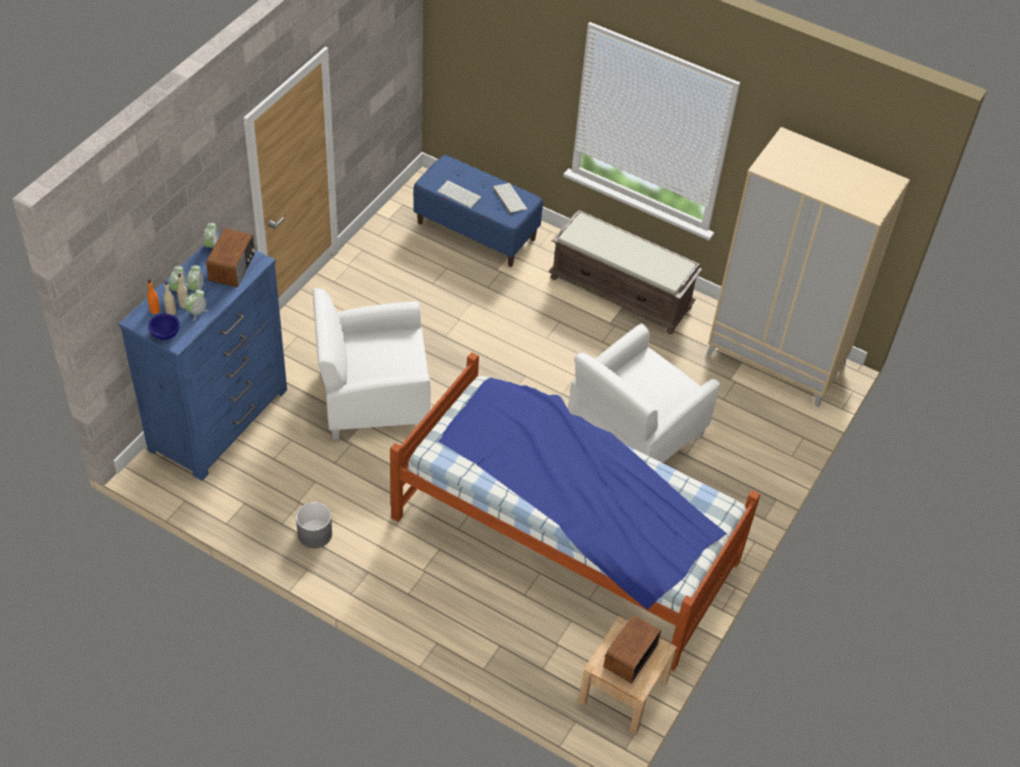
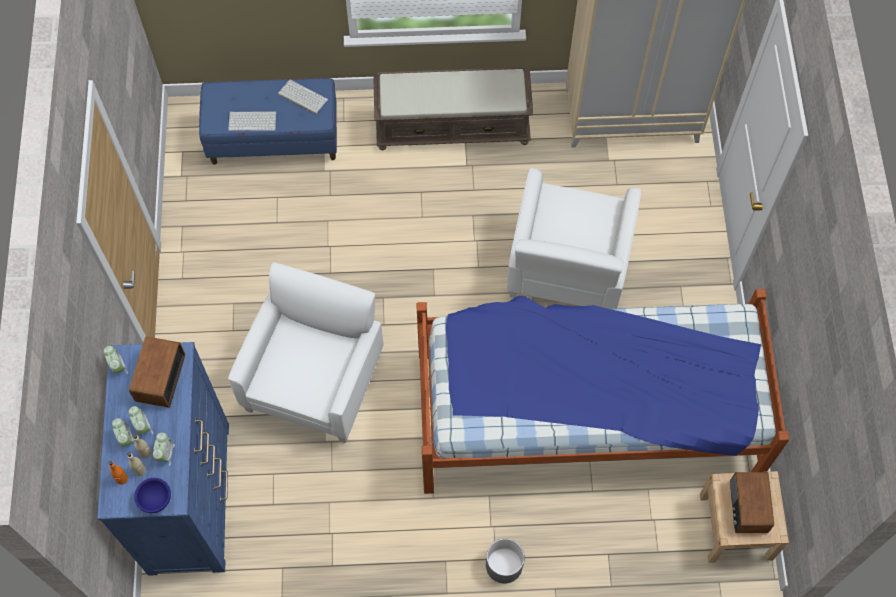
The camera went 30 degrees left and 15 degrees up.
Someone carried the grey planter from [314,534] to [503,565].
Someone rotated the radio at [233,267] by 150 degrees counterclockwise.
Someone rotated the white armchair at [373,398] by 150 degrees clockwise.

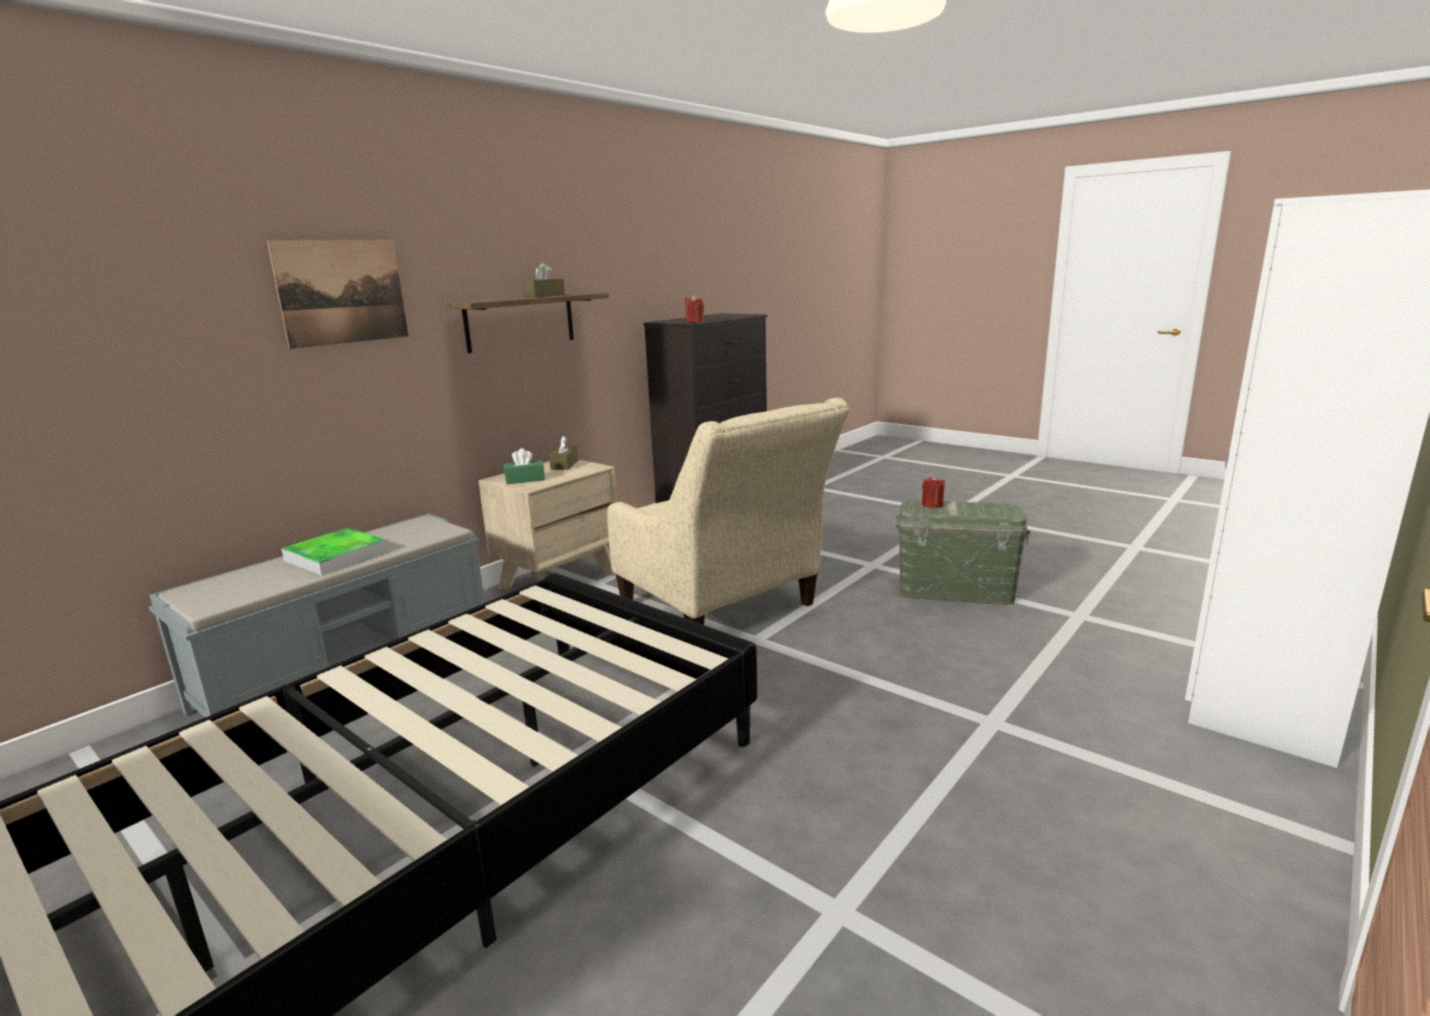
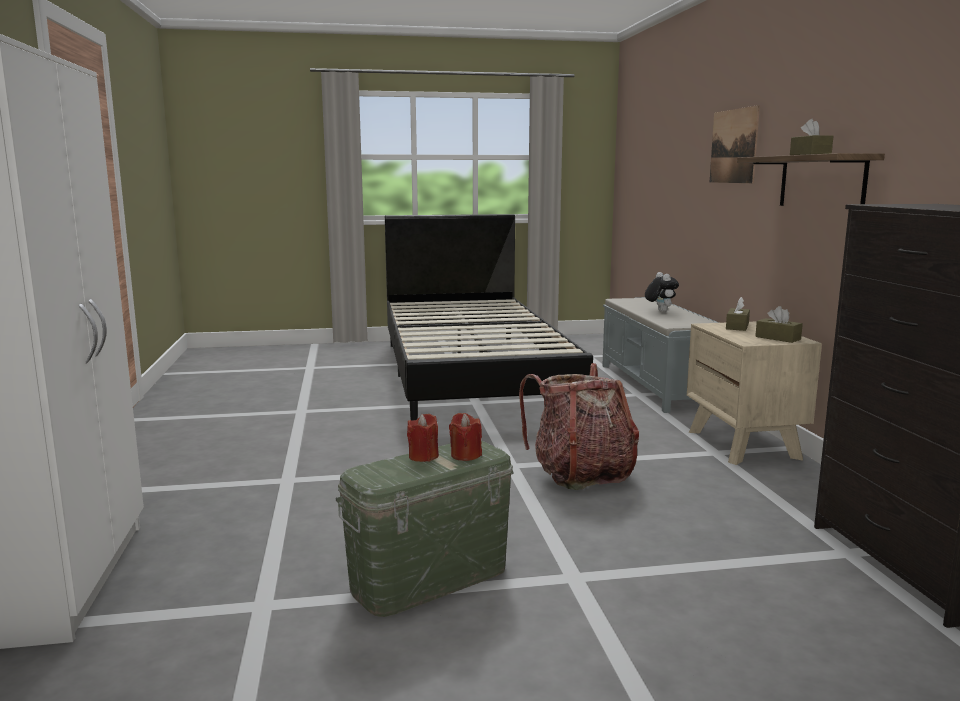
The camera went 130 degrees right and 5 degrees down.
Someone carried the red candle from [694,322] to [423,456].
Someone swapped the tray at [336,556] for the plush toy at [660,311].
Someone swapped the beige armchair at [725,609] for the backpack at [581,474].
Someone repainted the green tissue box at [525,479], which became the brown tissue box at [737,326].

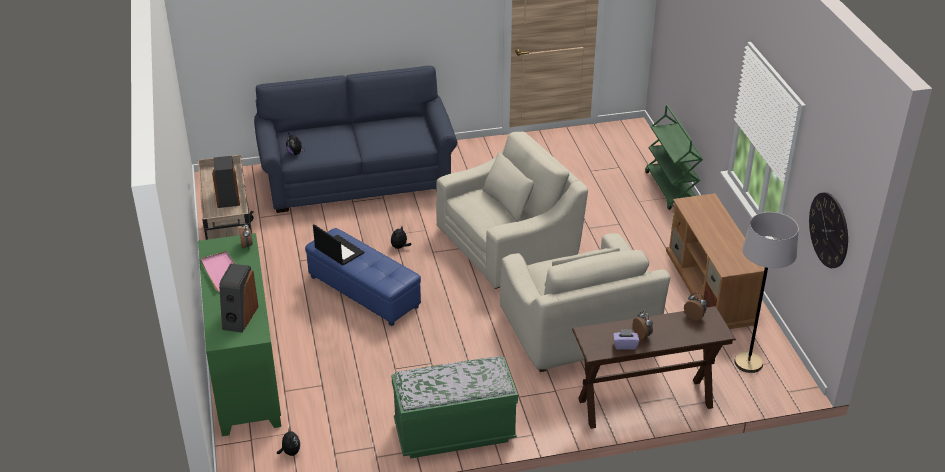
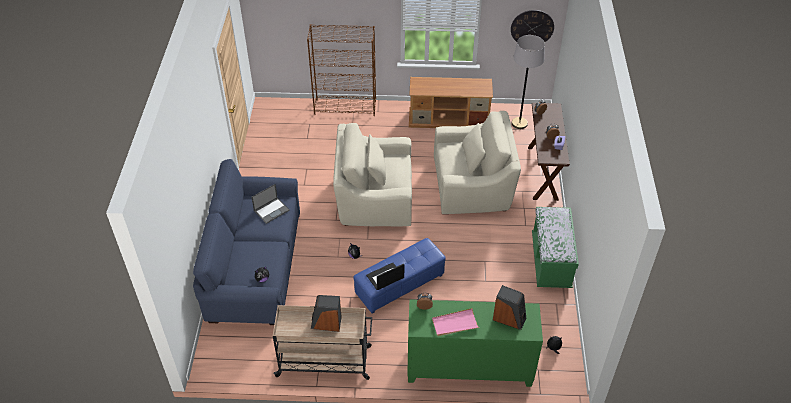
The camera went 75 degrees left and 10 degrees up.
Someone put down the laptop at [272,210].
Someone swapped the green cart at [671,189] for the brown bookcase at [345,107].
Someone rotated the beige armchair at [509,244] by 75 degrees counterclockwise.

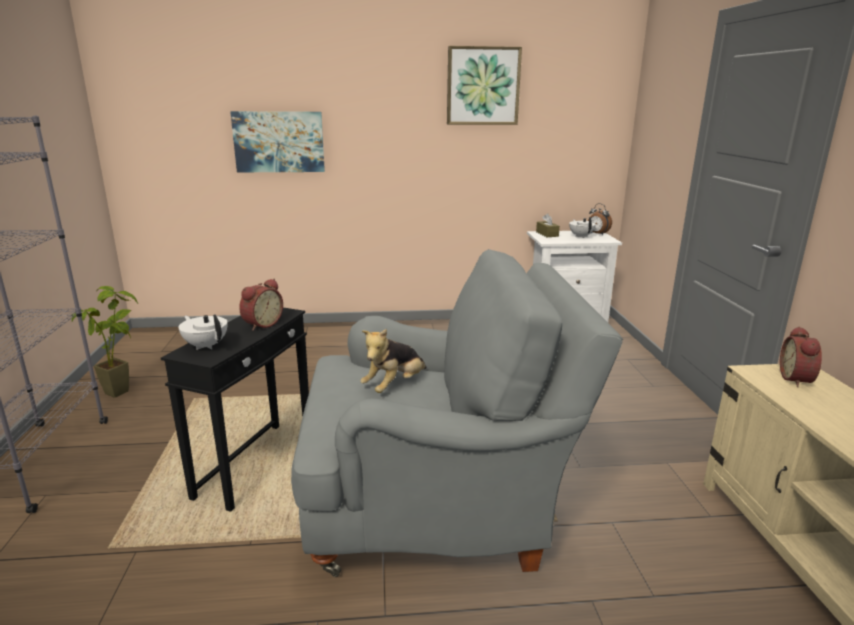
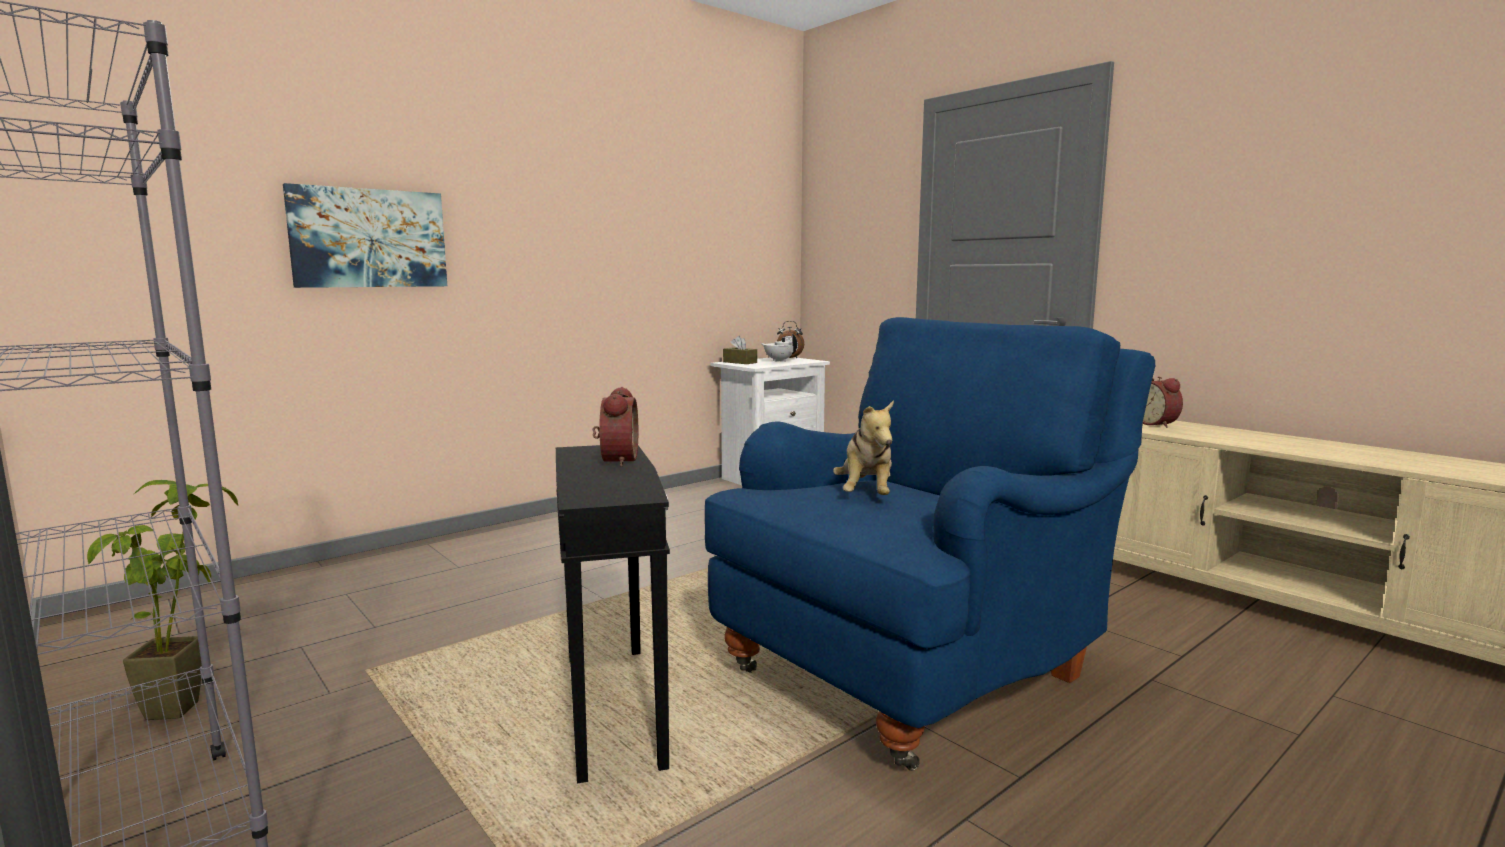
The camera went 35 degrees left and 10 degrees down.
Someone took away the white teapot at [206,346].
Someone took away the picture at [483,86].
Someone repainted the grey armchair at [436,513], which became the blue armchair at [916,670].

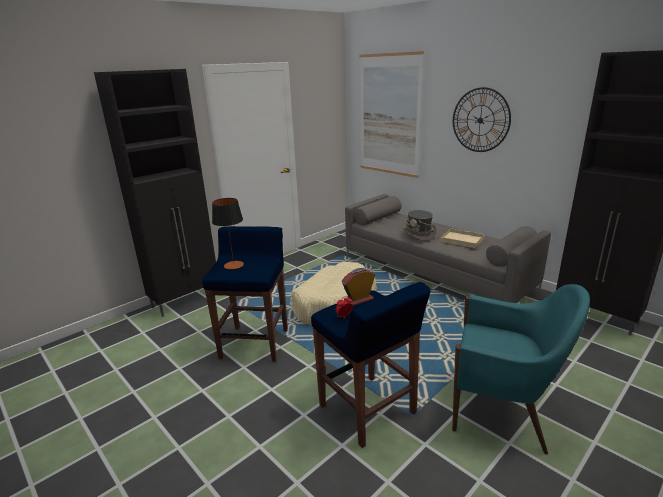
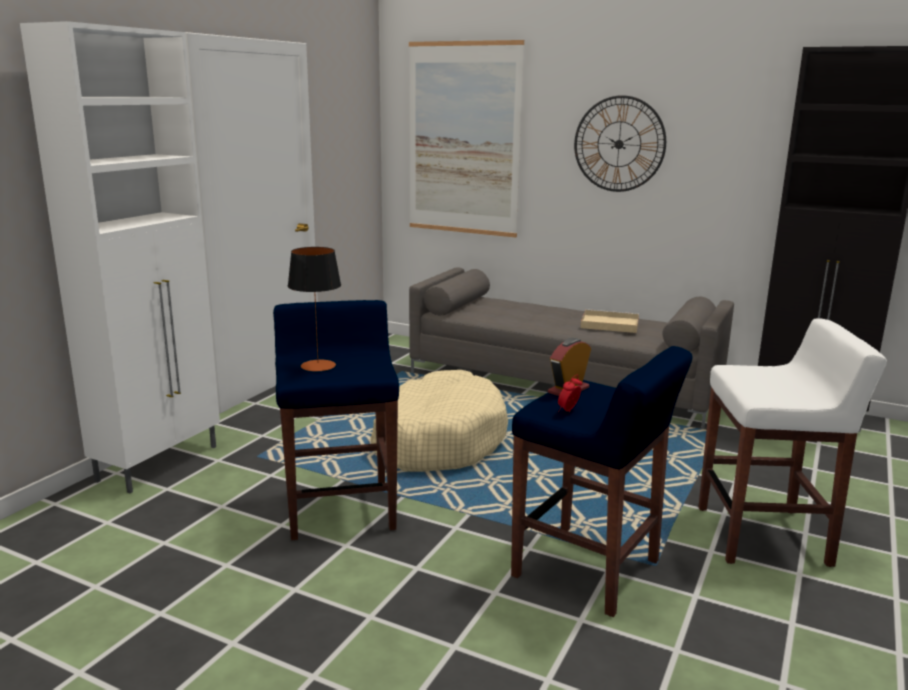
The camera went 20 degrees left and 5 degrees down.
Someone took away the grey hat at [419,234].
Someone swapped the turquoise armchair at [502,408] for the white stool at [765,536].
Someone repainted the black cabinet at [186,300], which became the white cabinet at [160,463].

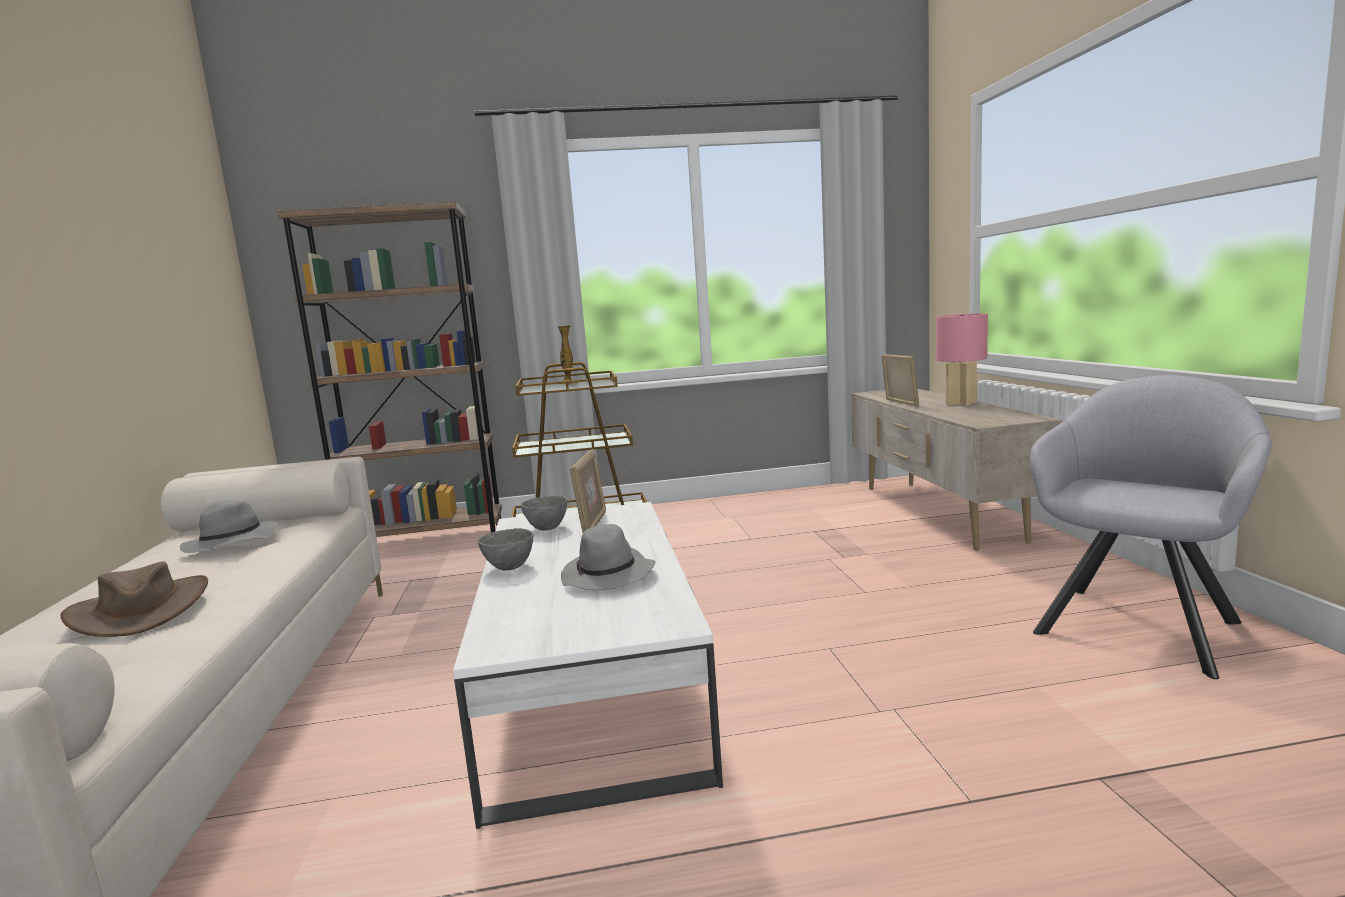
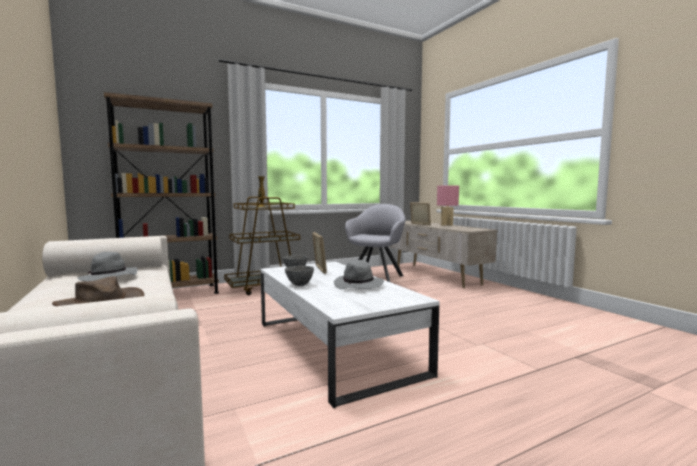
The camera went 20 degrees left and 5 degrees down.
Someone carried the grey armchair from [1140,623] to [377,277].

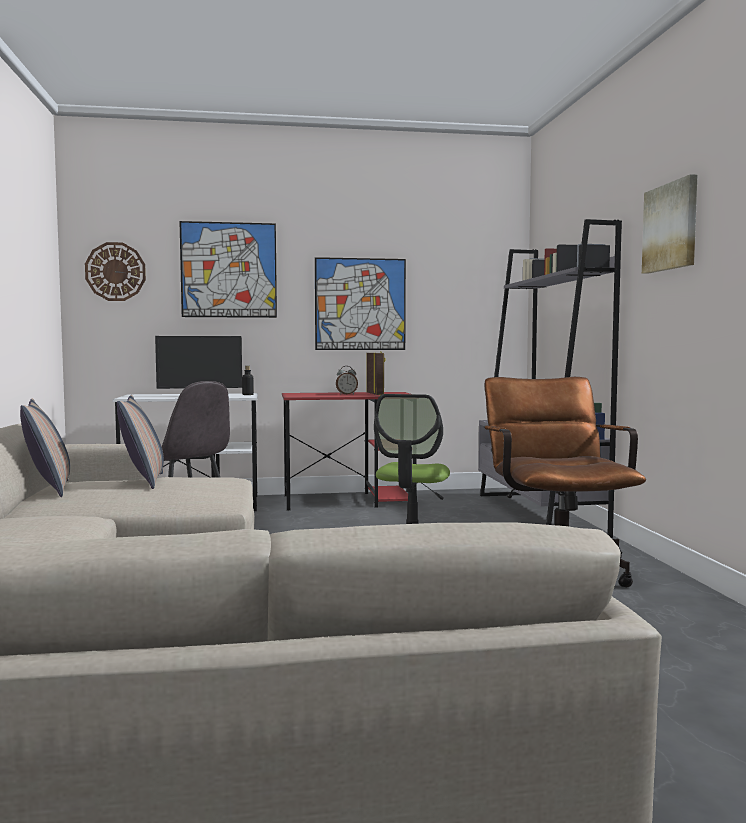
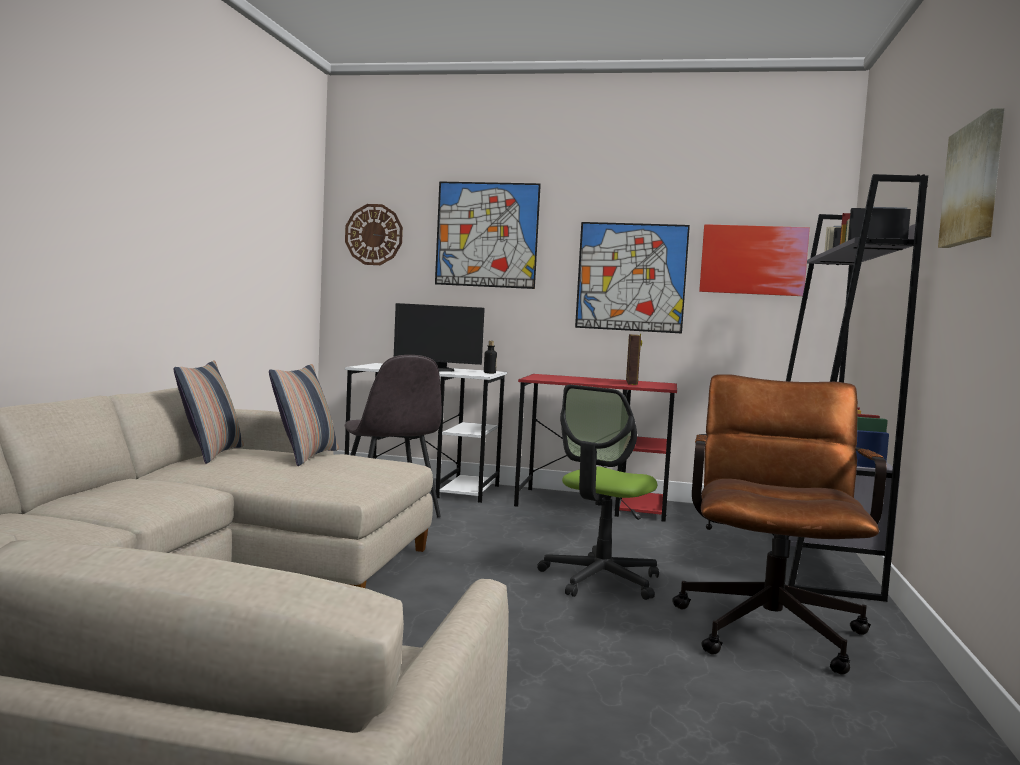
The camera went 20 degrees right and 0 degrees up.
Someone took away the alarm clock at [346,394].
Someone put up the picture at [753,260].

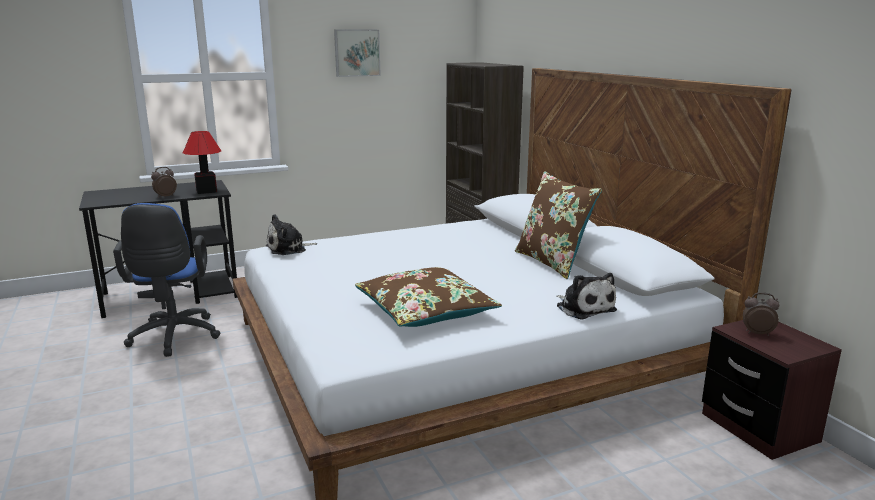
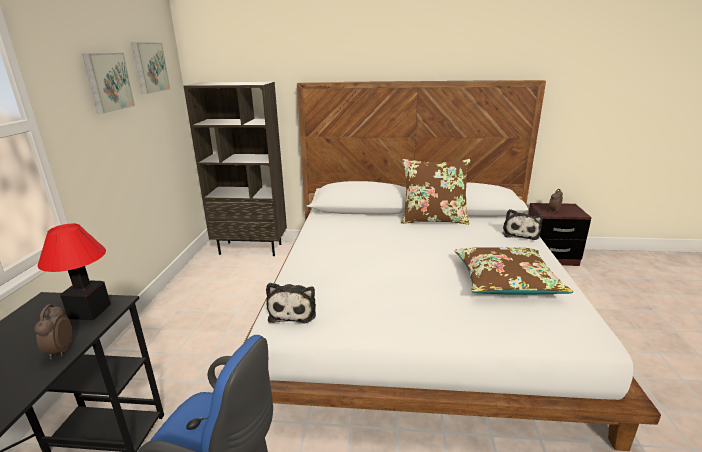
The camera went 60 degrees left and 5 degrees up.
Someone put up the picture at [149,67].
Someone rotated the plush toy at [584,308] by 105 degrees clockwise.

